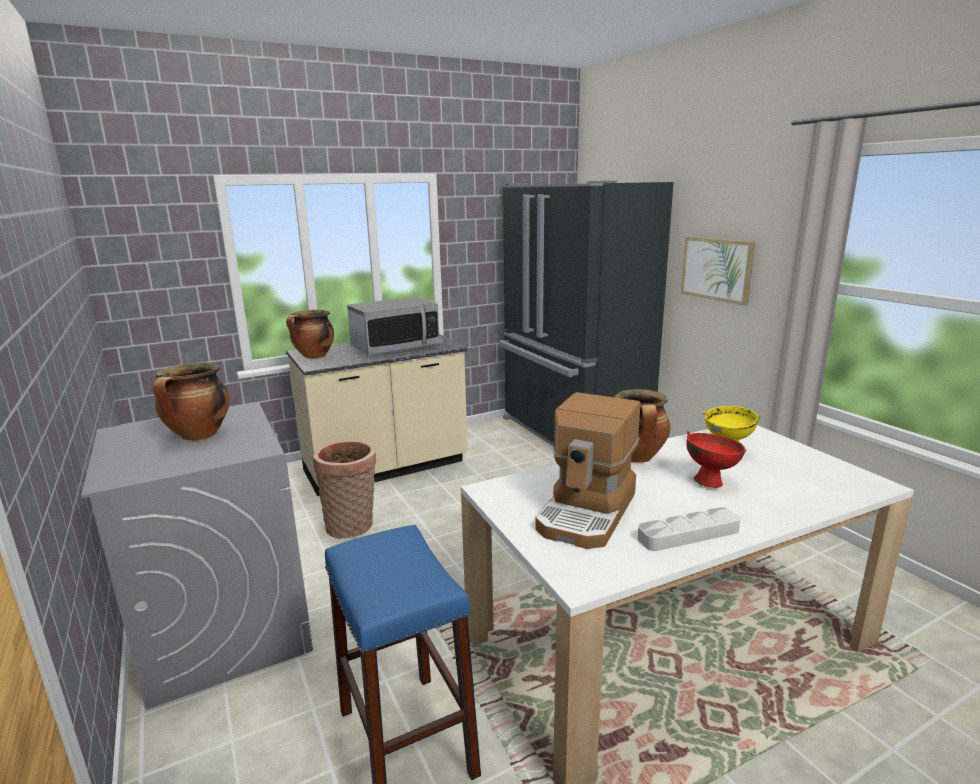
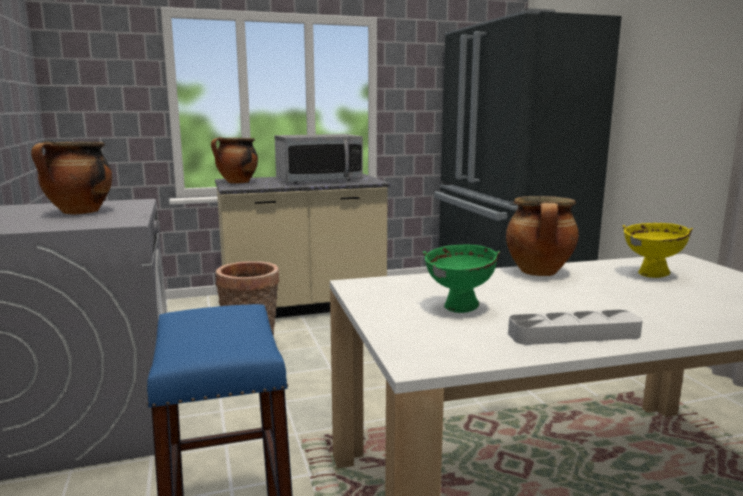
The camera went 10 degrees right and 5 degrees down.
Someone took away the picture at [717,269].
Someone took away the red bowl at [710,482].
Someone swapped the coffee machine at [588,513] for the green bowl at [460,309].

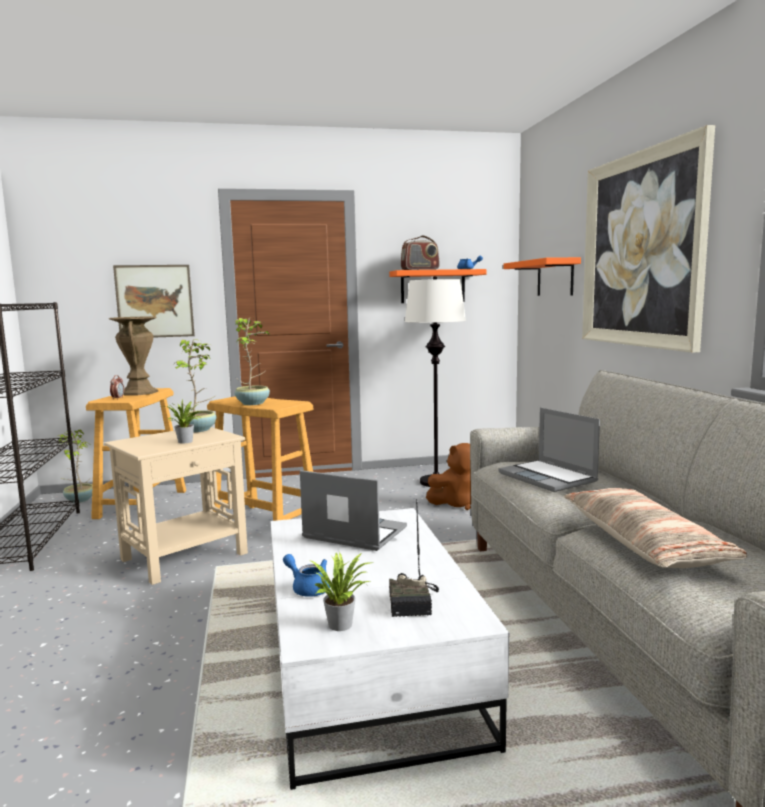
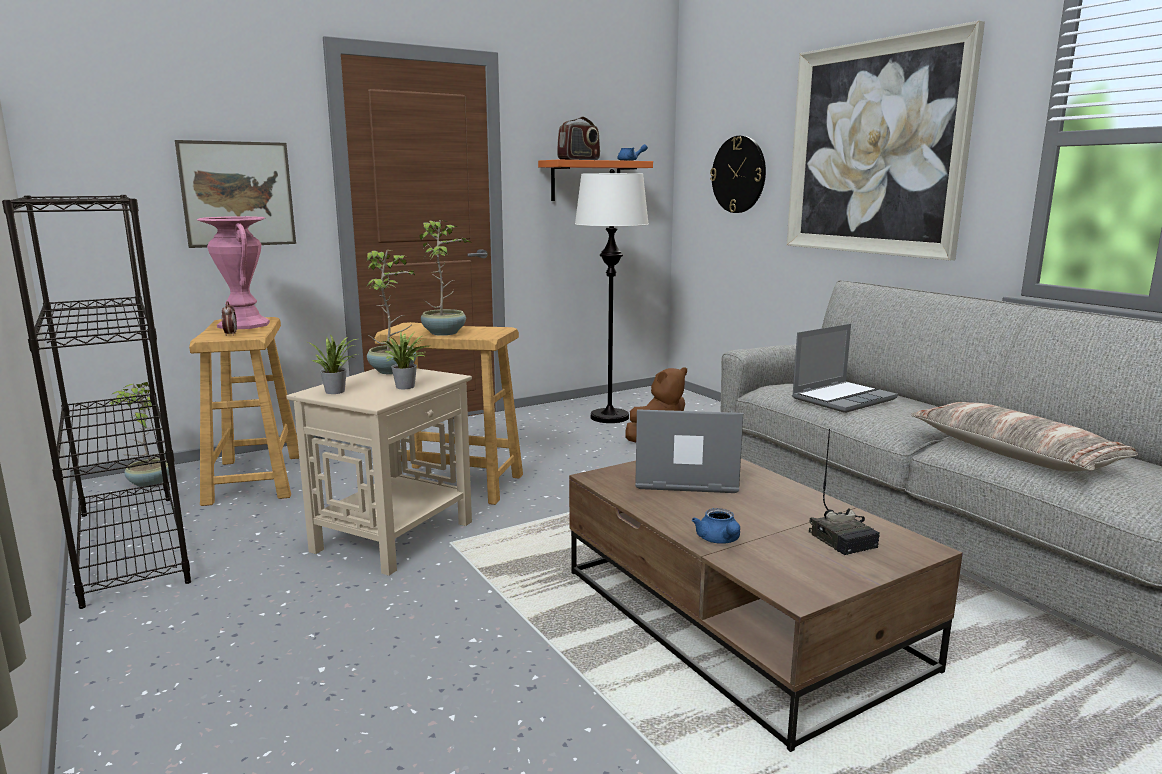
The camera went 20 degrees left and 5 degrees up.
Someone carried the potted plant from [343,623] to [337,391].
Someone swapped the orange shelf at [555,278] for the wall clock at [738,174].
Someone repainted the brown vase at [139,392], which became the pink vase at [244,325].
Someone repainted the white coffee table at [369,665], which became the brown coffee table at [739,619].
Someone rotated the blue teapot at [308,588] by 120 degrees counterclockwise.
Someone rotated the laptop at [549,478] by 75 degrees counterclockwise.

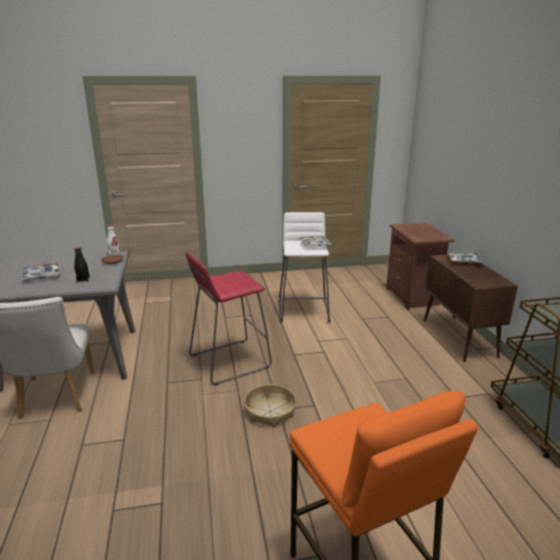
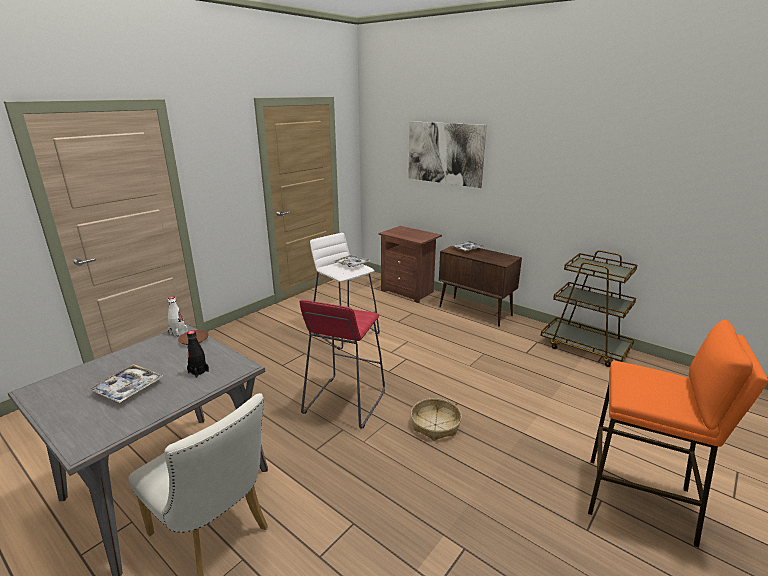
The camera went 40 degrees left and 0 degrees up.
Someone put up the picture at [445,153].

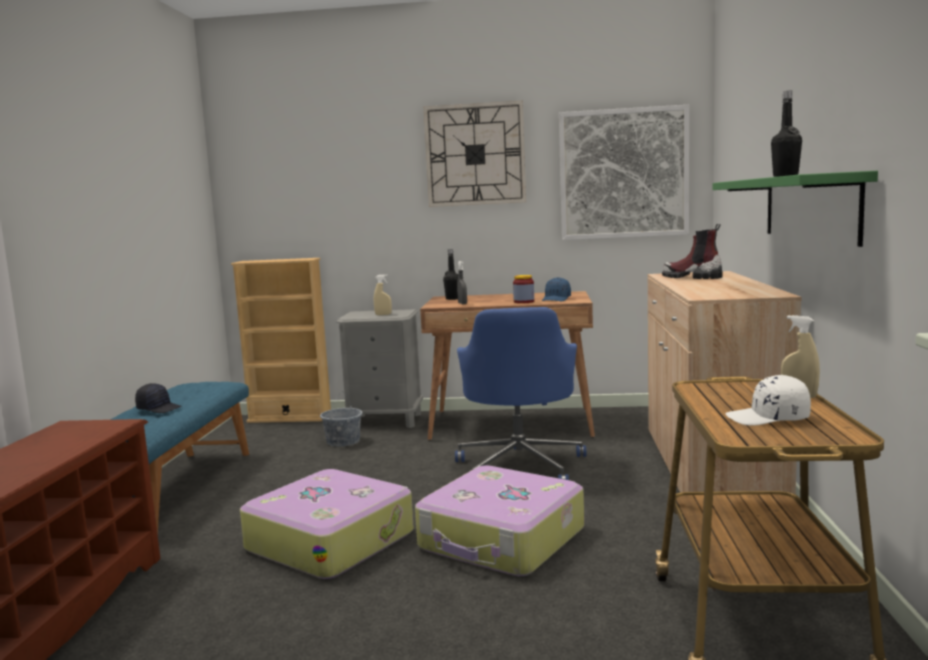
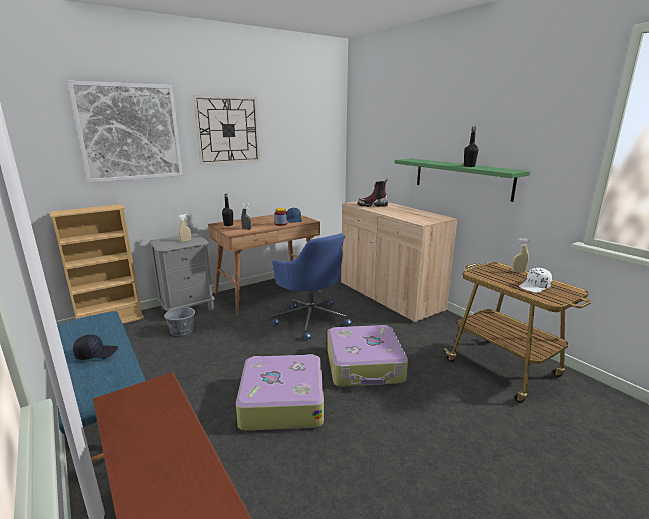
The camera went 40 degrees left and 10 degrees up.
Someone carried the picture from [623,174] to [130,132].

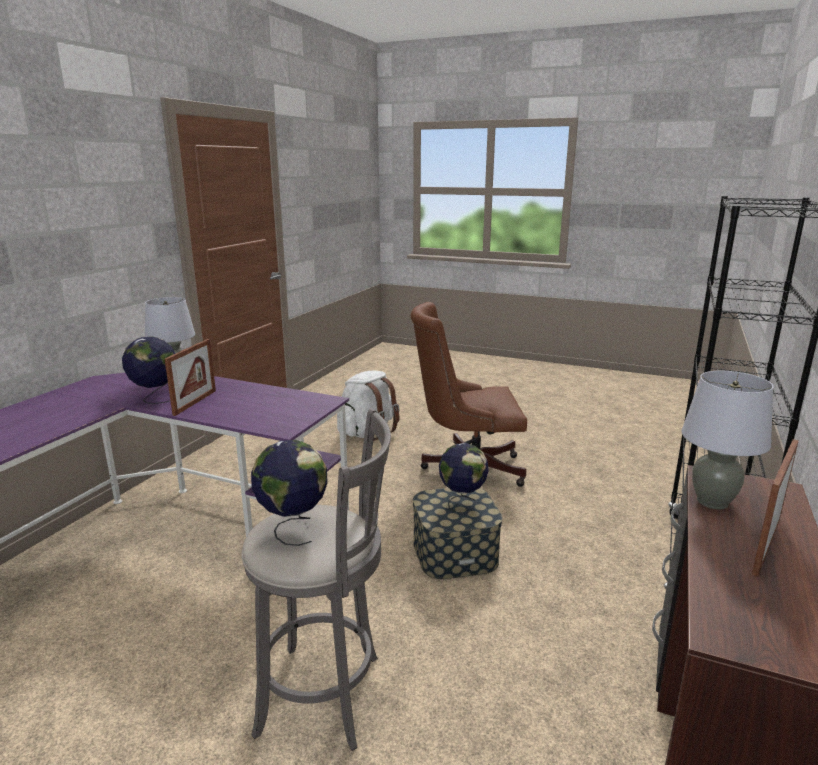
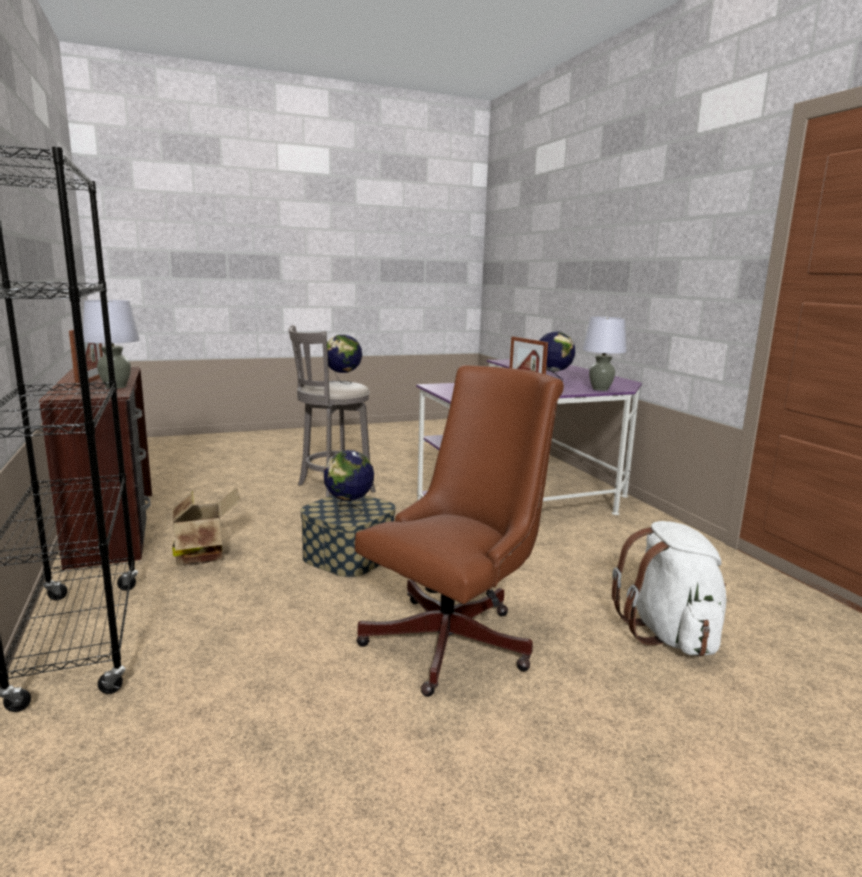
The camera went 135 degrees right and 5 degrees down.
Someone put down the cardboard box at [204,554].

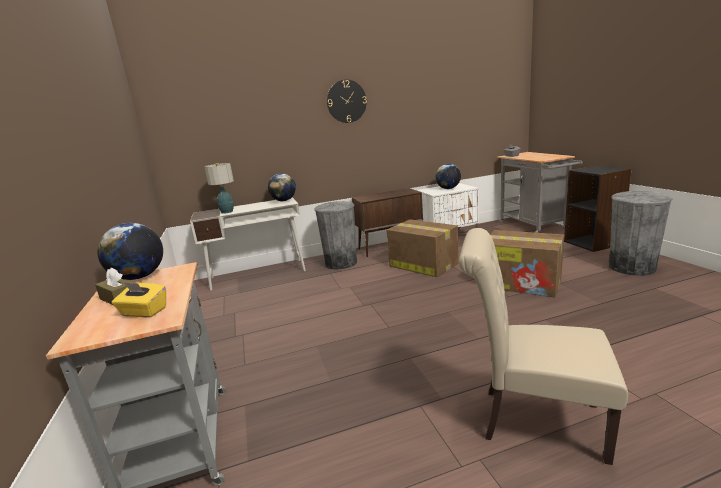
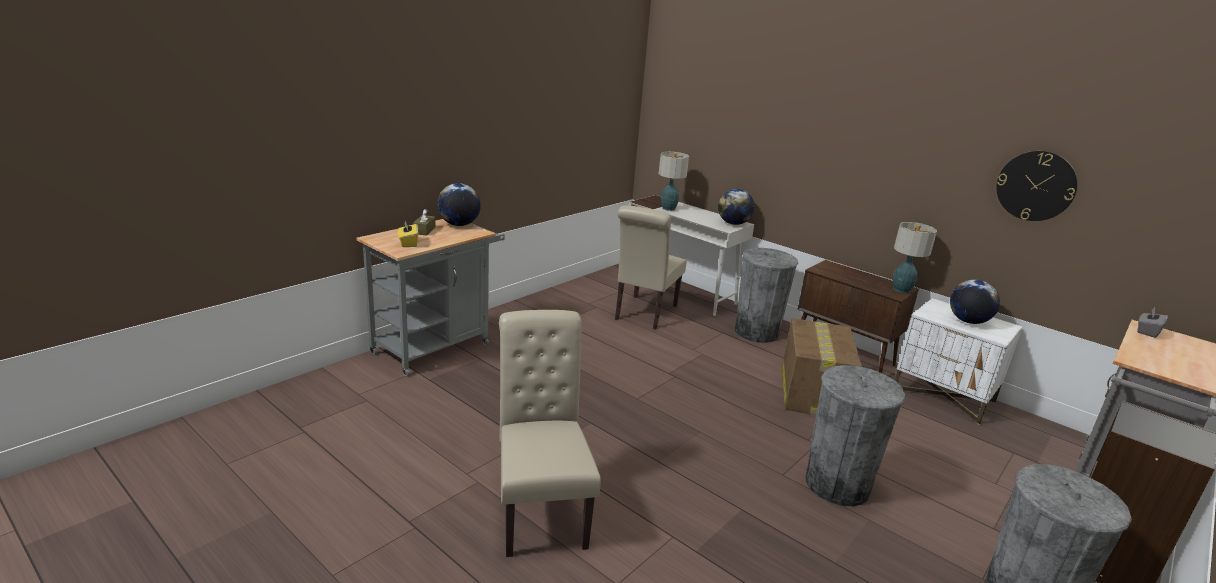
The camera went 55 degrees right and 5 degrees up.
Someone put down the beige chair at [644,314].
Someone put down the table lamp at [901,289].
Someone carried the wall clock from [346,101] to [1036,186].
Someone swapped the cardboard box at [523,282] for the grey trash can at [837,484].

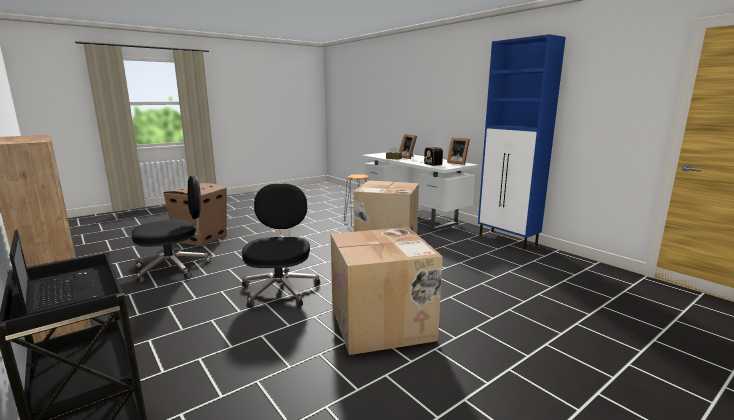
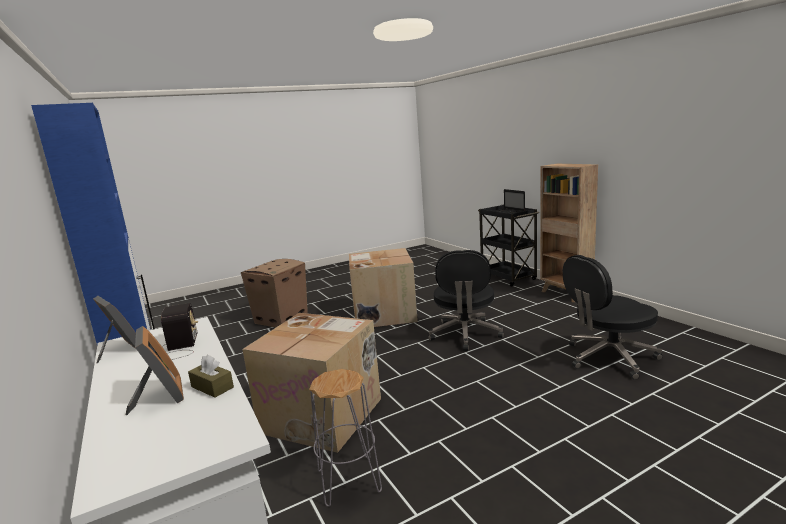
The camera went 170 degrees left and 0 degrees up.
Someone carried the cardboard box from [200,239] to [282,319].

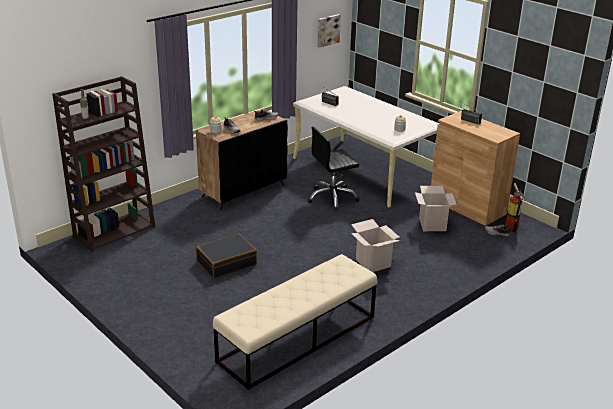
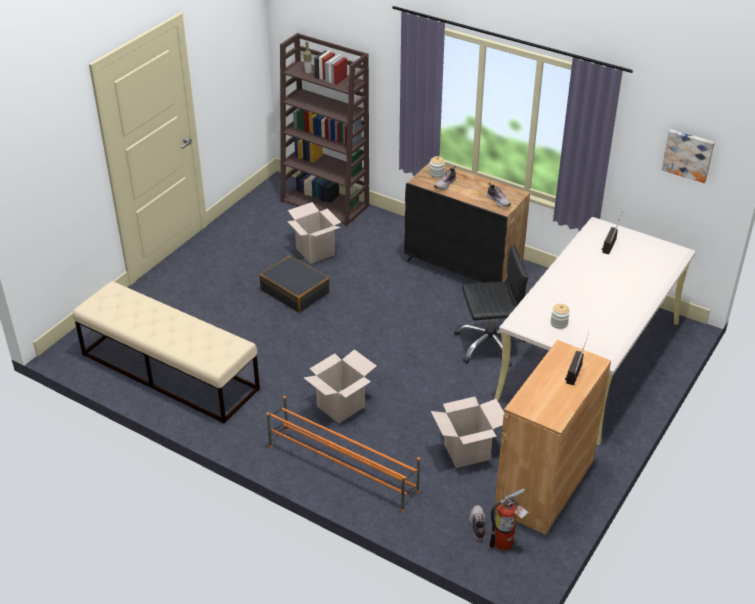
The camera went 75 degrees right and 10 degrees up.
Someone put down the orange shoe rack at [342,468].
Someone put down the cardboard box at [315,251].
Someone rotated the black office chair at [332,198] by 120 degrees clockwise.

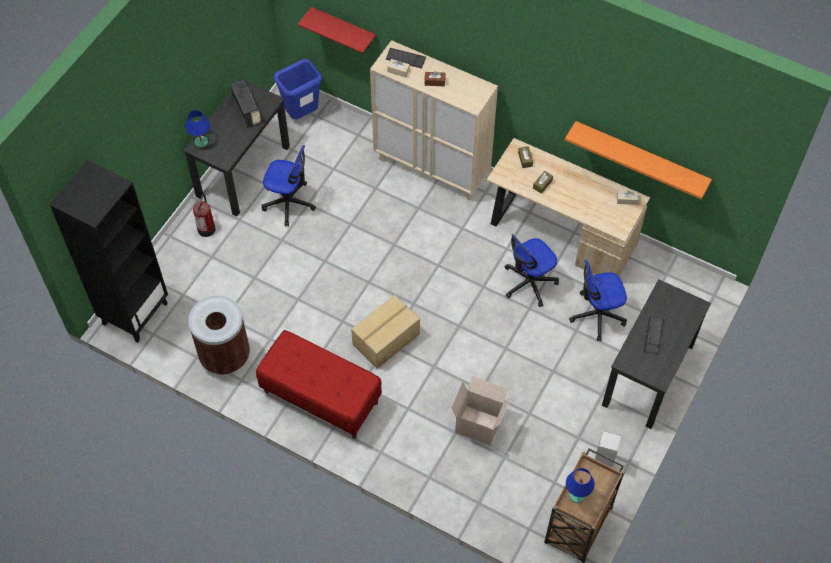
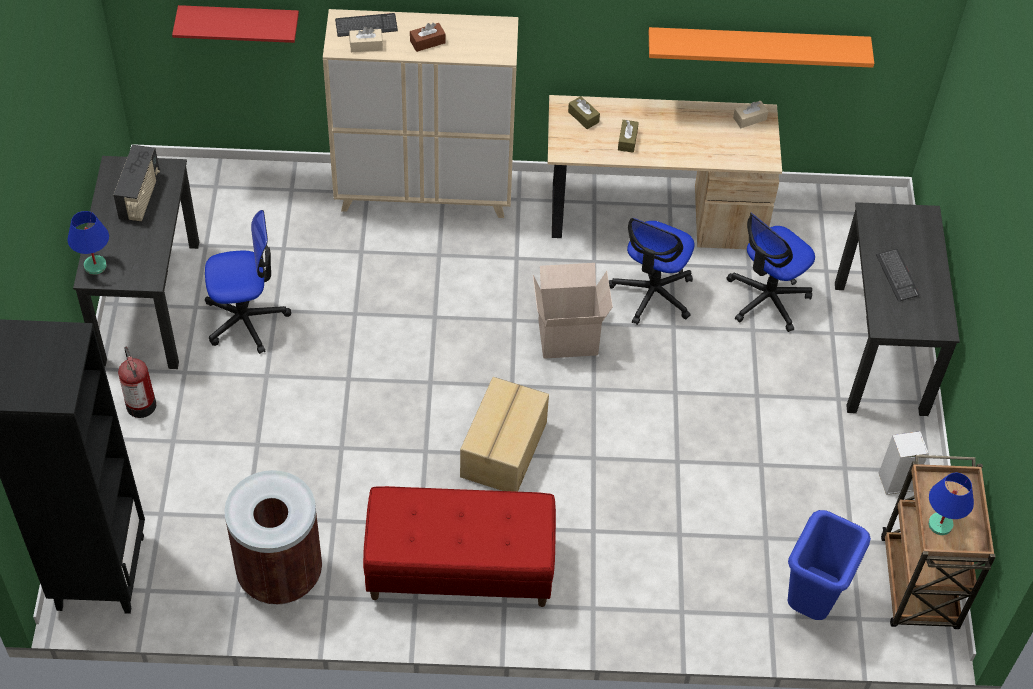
The camera went 30 degrees left and 5 degrees down.
Someone carried the blue trash can from [302,114] to [811,603].
Someone carried the cardboard box from [479,424] to [568,336].
Someone rotated the radio at [247,111] by 60 degrees clockwise.

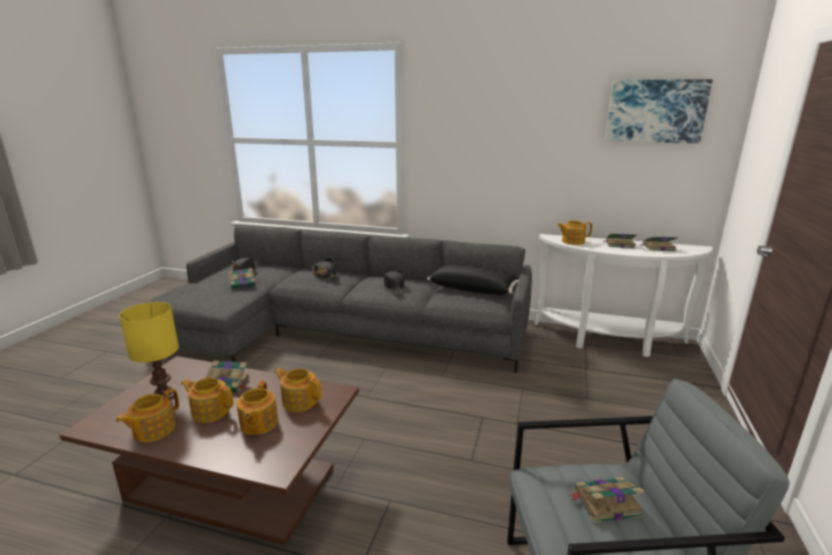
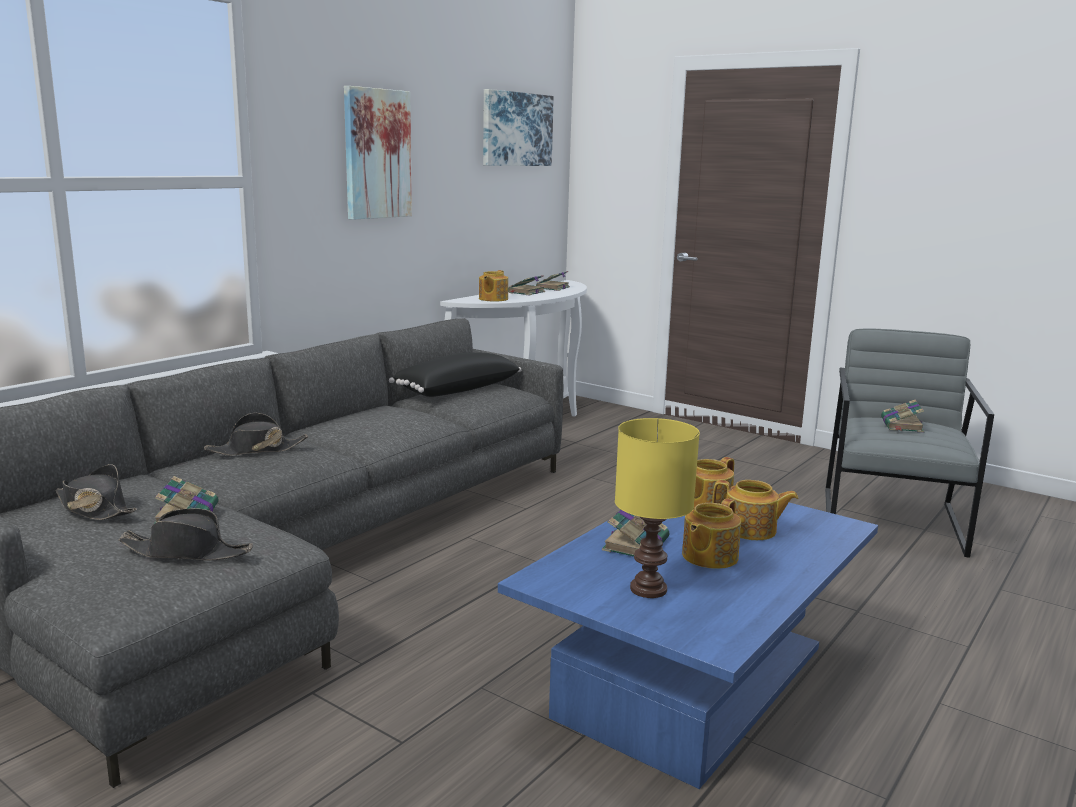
The camera went 70 degrees left and 5 degrees down.
Someone took away the teapot at [153,430].
Someone put up the picture at [376,154].
Someone carried the black hat from [394,286] to [187,552].
Someone repainted the brown coffee table at [232,483], which became the blue coffee table at [693,681].

